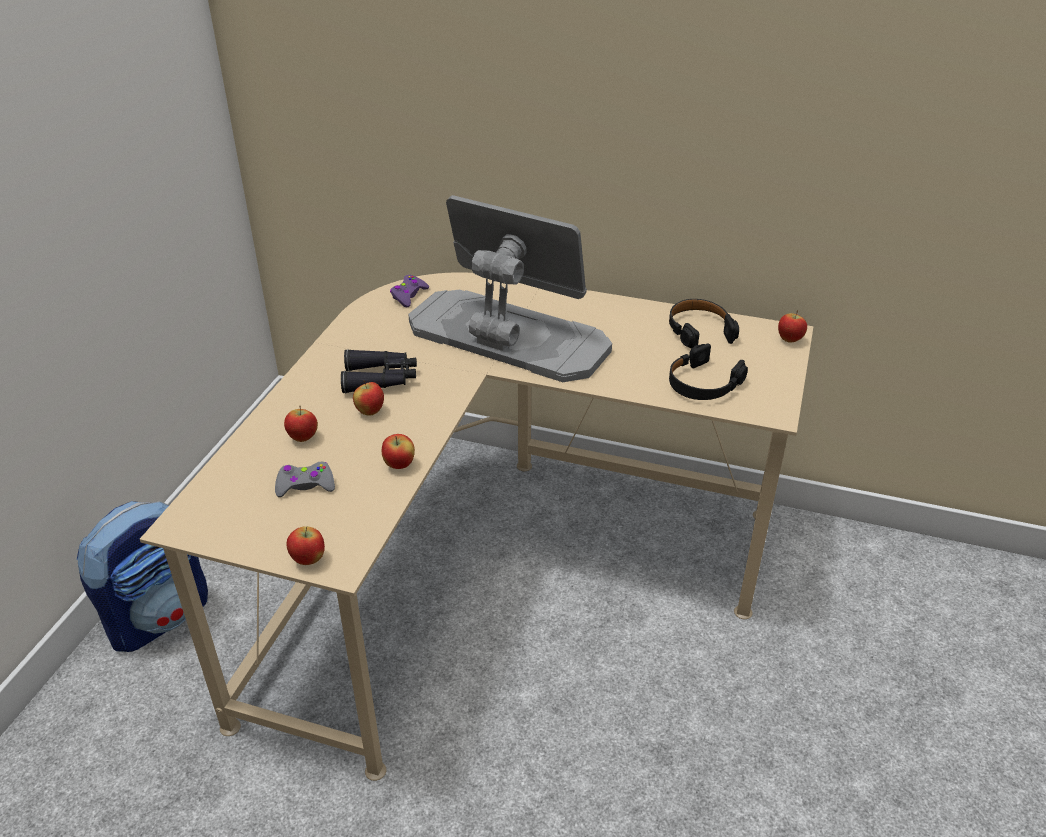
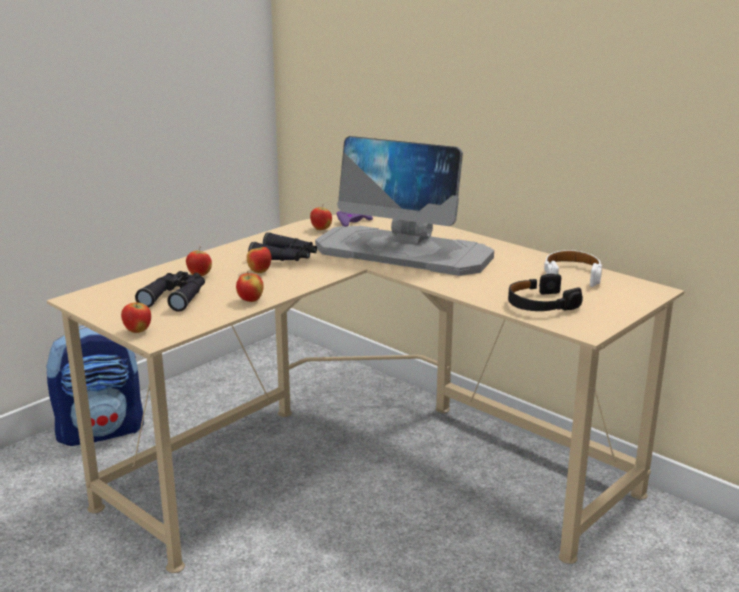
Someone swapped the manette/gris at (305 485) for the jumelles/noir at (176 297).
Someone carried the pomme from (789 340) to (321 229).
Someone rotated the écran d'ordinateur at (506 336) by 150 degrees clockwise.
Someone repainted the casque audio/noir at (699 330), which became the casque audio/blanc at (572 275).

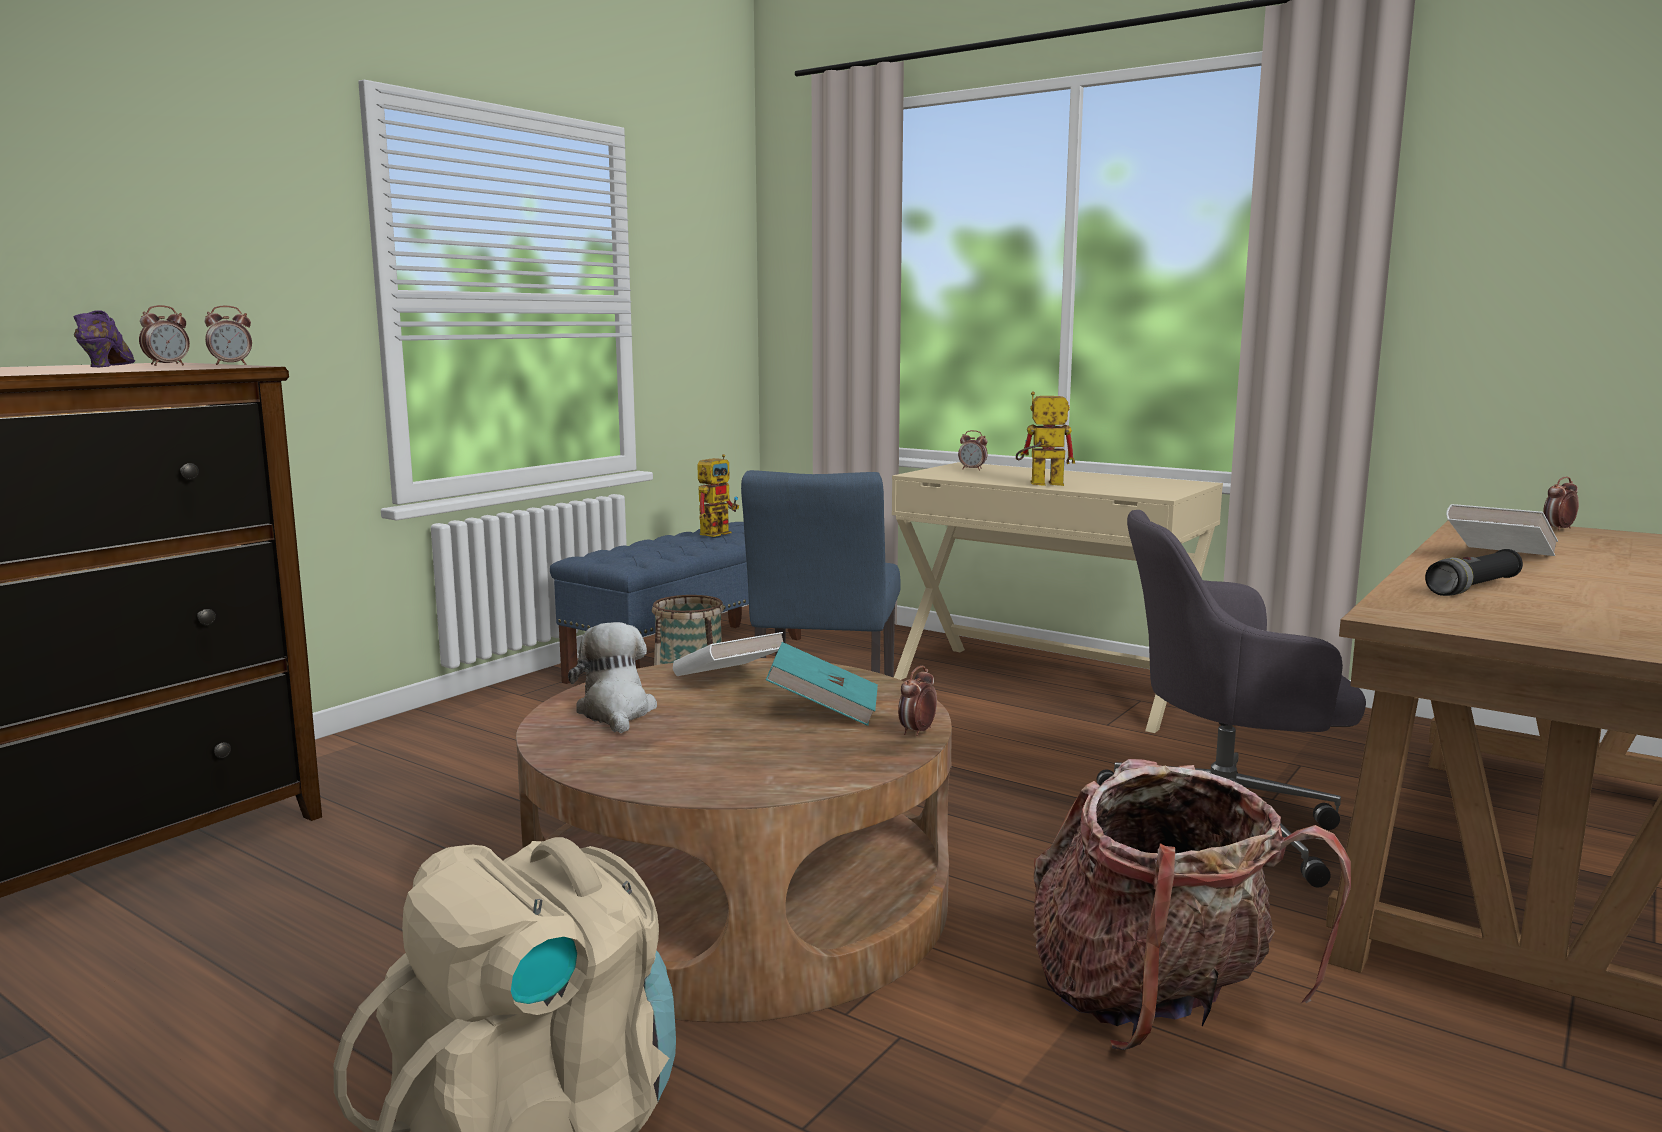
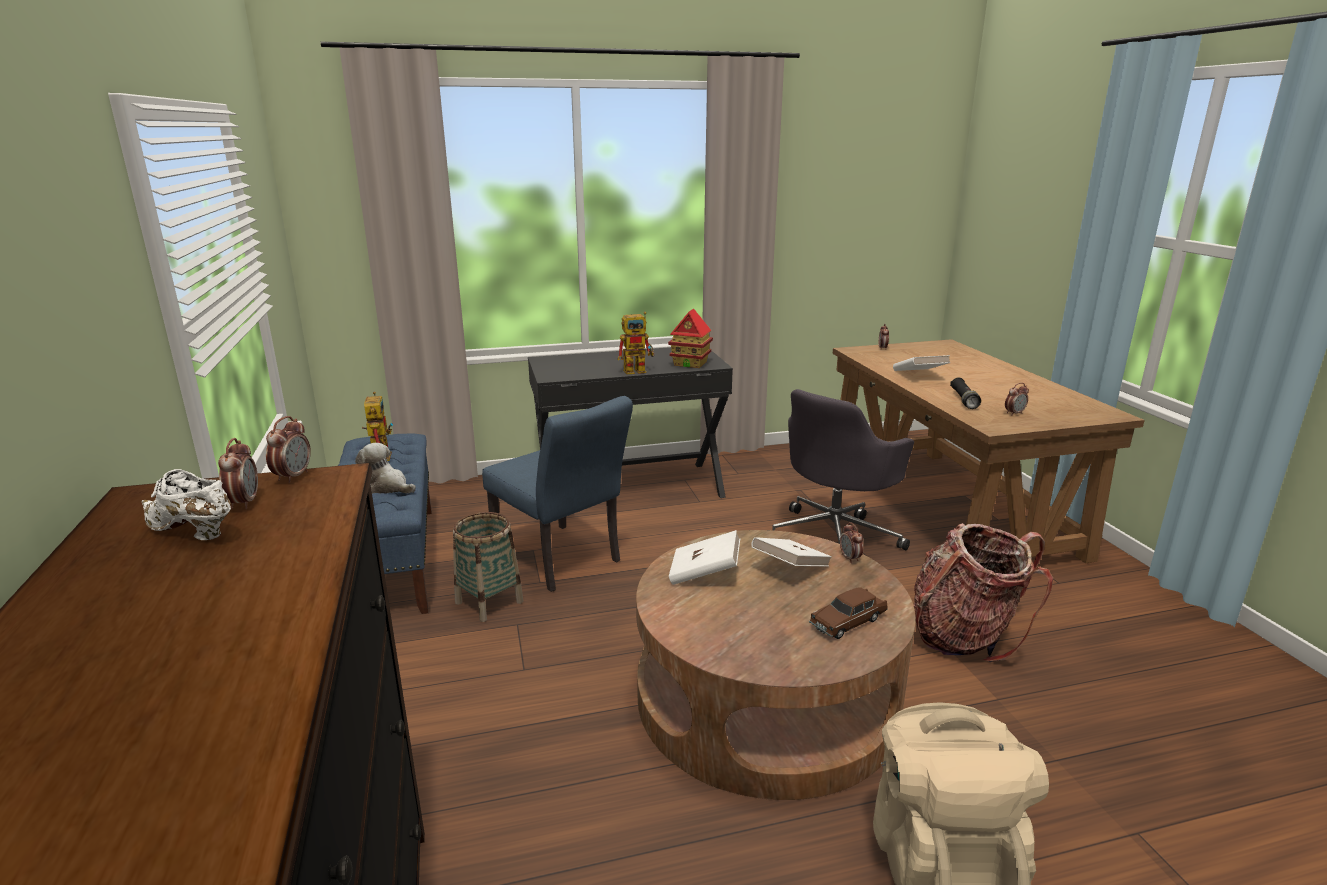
Someone repainted the chaussure/violet at (106 366), which became the chaussure/blanc at (190 531).
Someone carried the peluche from (616 712) to (387 487).
Someone repainted the bureau/beige at (1046 685), which became the bureau/noir at (630 488).
Someone rotated the robot jouet at (1039 484) by 150 degrees counterclockwise.
Someone put down the maison miniature at (690 363).
Someone repainted the livre/turquoise at (823 710), which became the livre/blanc at (790 567).
Someone put down the petite voiture/marron at (848 622).
Someone carried the réveil from (972 469) to (1014 413).

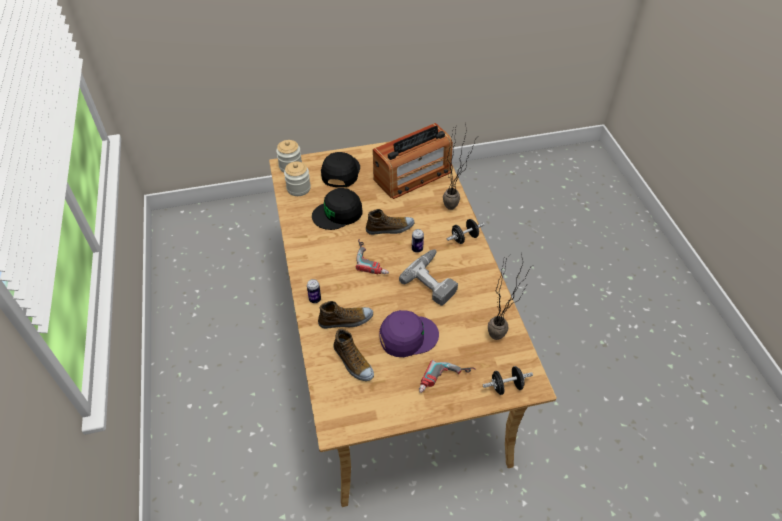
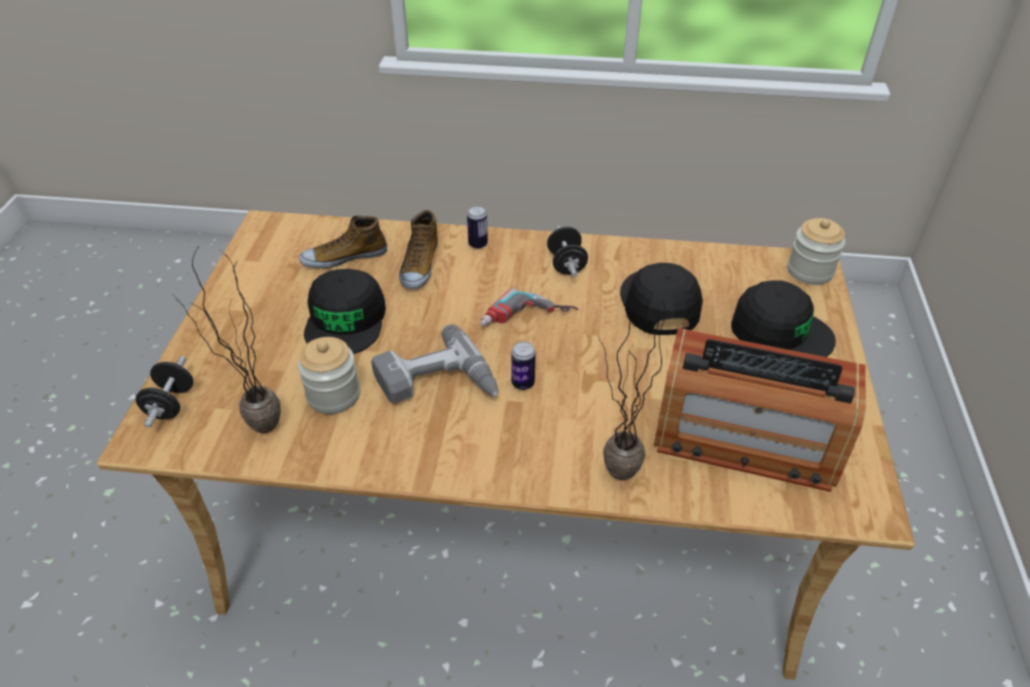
Someone carried the bocal from (298 188) to (333 395).
Someone repainted the casquette/violet at (407 336), which became the casquette/noir at (346 320).
Someone carried the haltère/noir from (464 238) to (566 264).
Someone rotated the radio at (412 176) by 60 degrees counterclockwise.
Someone took away the chaussure at (390 228).
Someone took away the perceuse at (446 382).

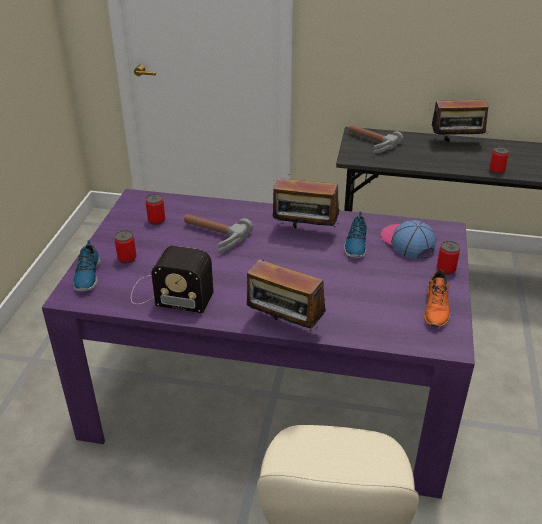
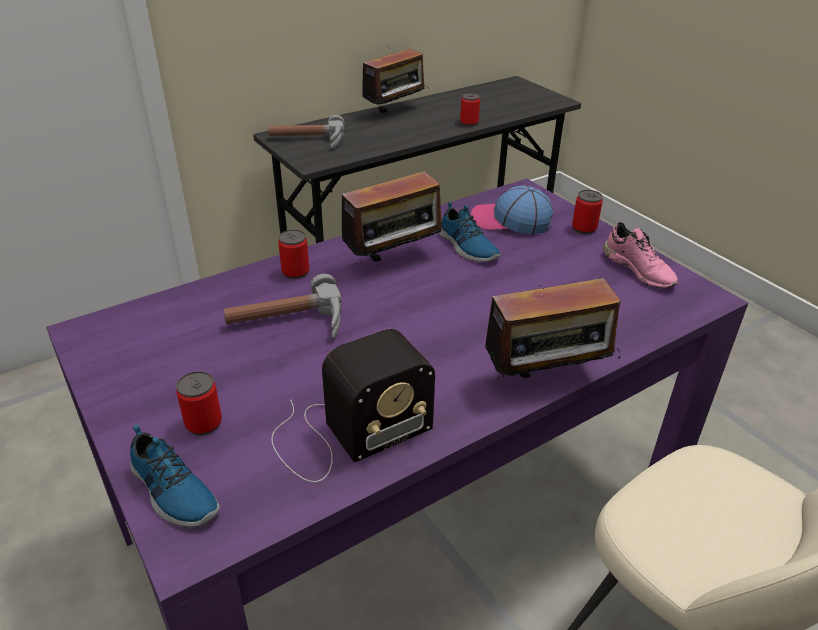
Someone carried the boîte métallique from (156 220) to (295 272).
Someone repainted the chaussure/orange at (436 309), which became the chaussure/rose at (639 270).

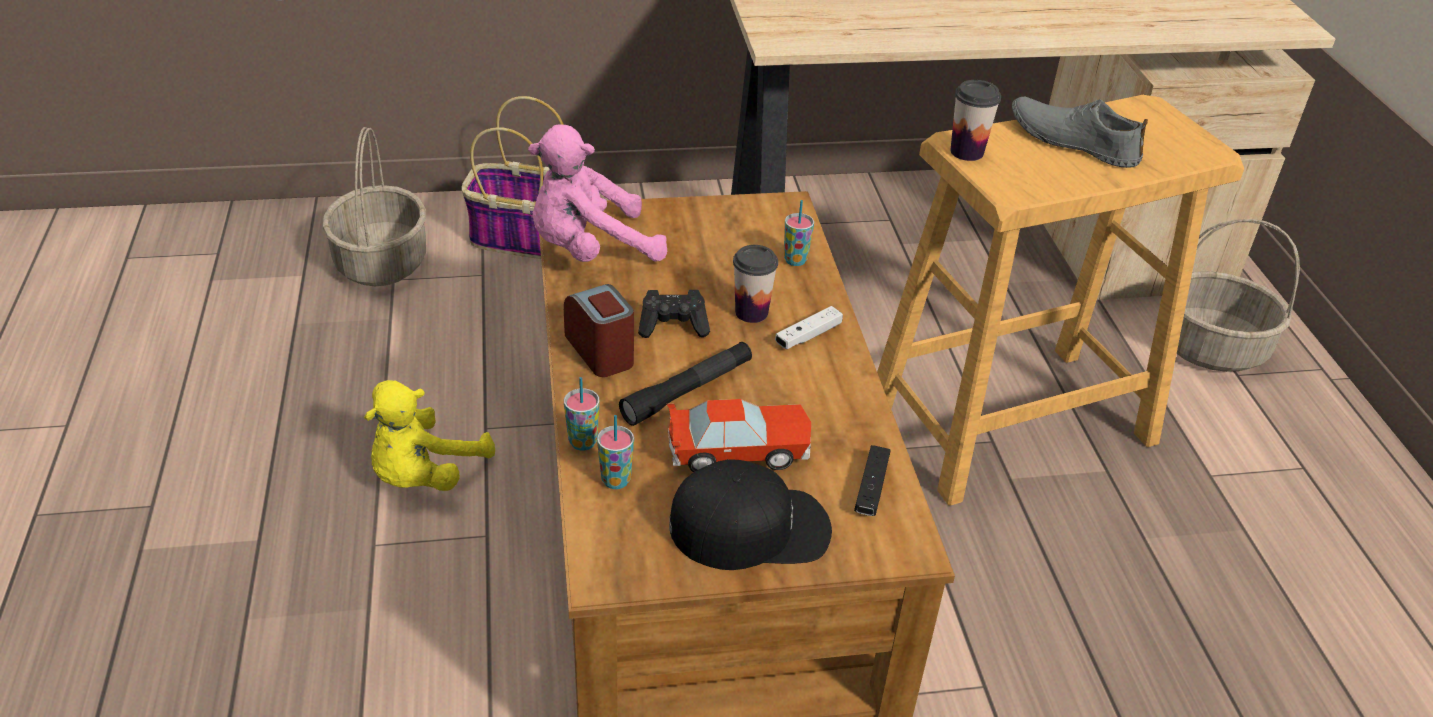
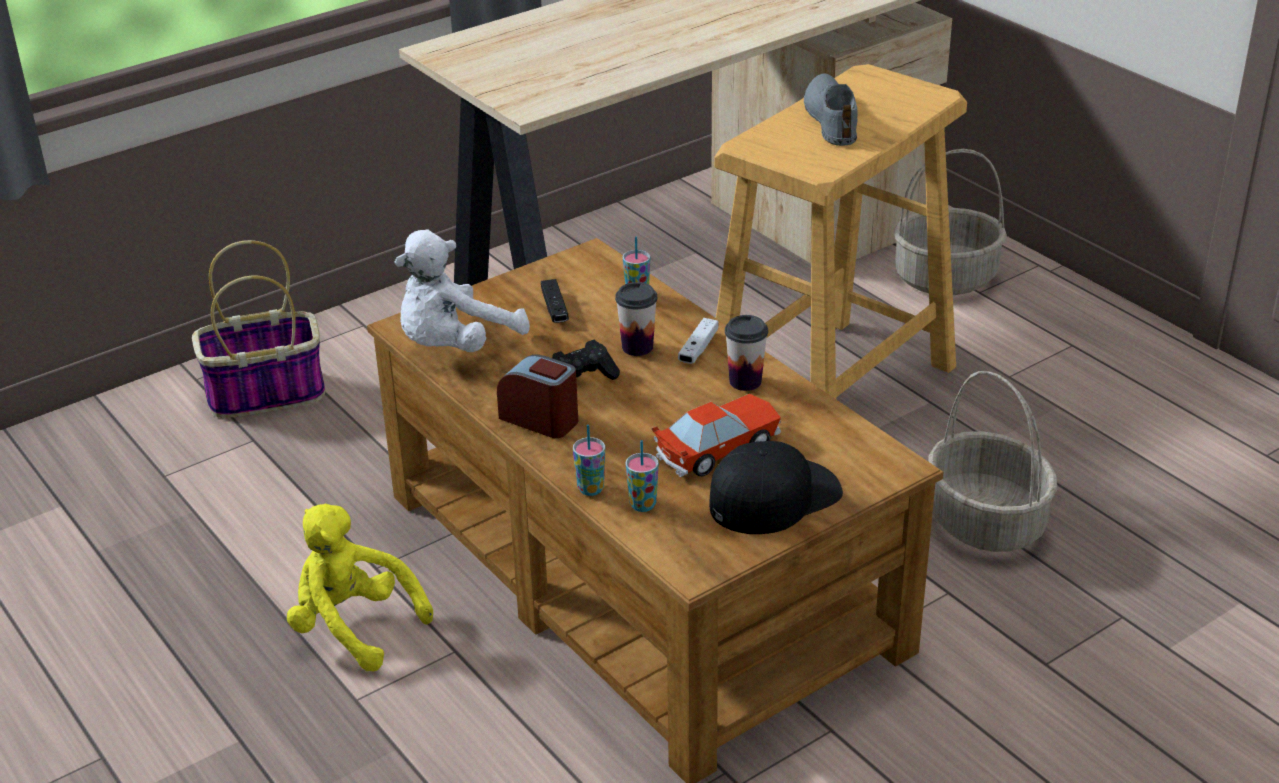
Someone rotated the peluche/jaune at (425 475) by 120 degrees clockwise.
Someone repainted the peluche/rose at (590 250), which became the peluche/blanc at (455 346).
Someone carried the manette/noir from (871 488) to (554 308).
Someone carried the tasse from (967 152) to (745 381).
Someone rotated the chaussure/gris at (1072 141) by 75 degrees clockwise.
Someone carried the panier from (381 262) to (984 522).
Someone took away the lampe de poche/noir at (687 391).

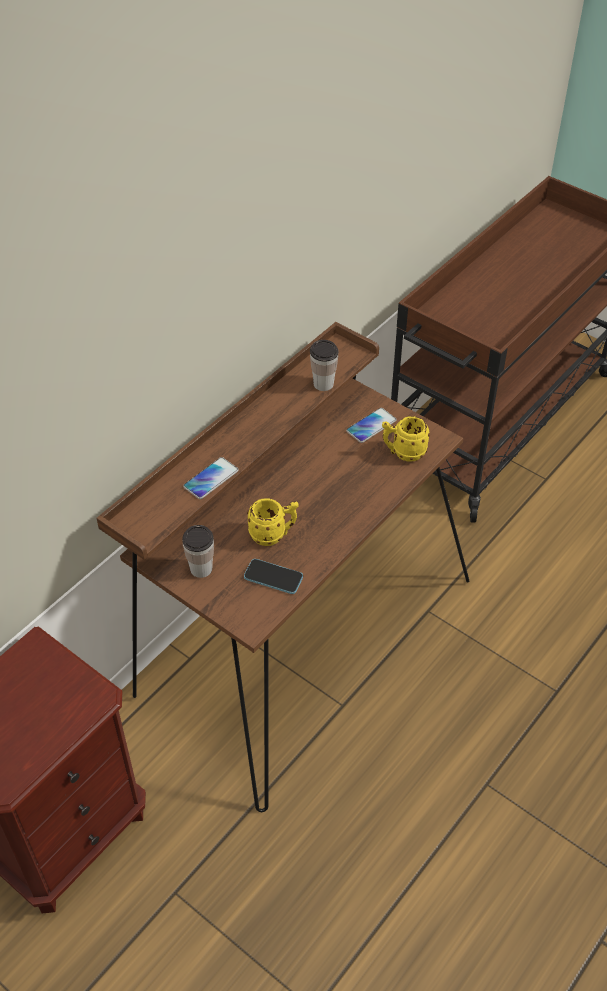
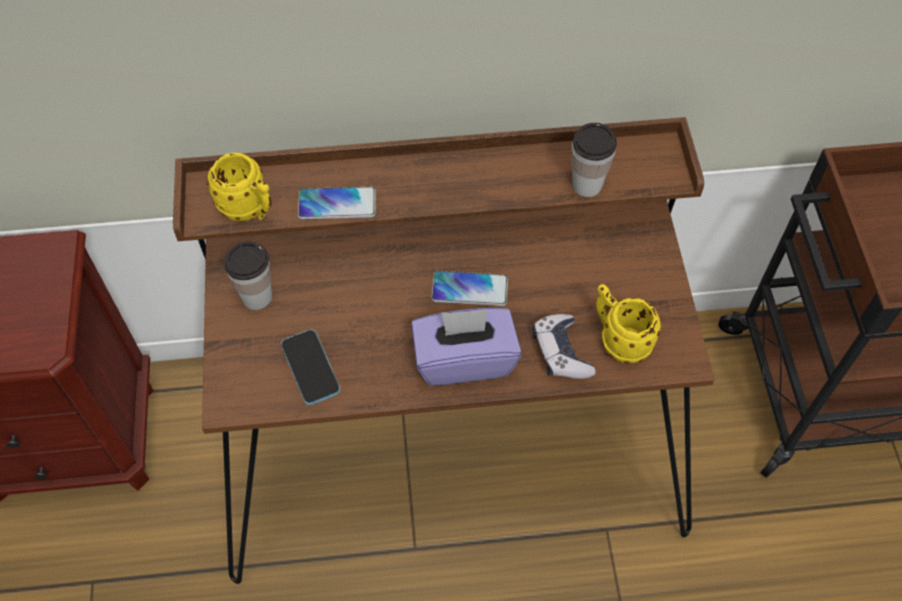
Someone carried the mug/jaune from (273 534) to (250 210).
Someone put down the boîte à mouchoirs/violet at (464 359).
Someone carried the téléphone from (371 426) to (469 289).
Someone put down the manette at (561 352).

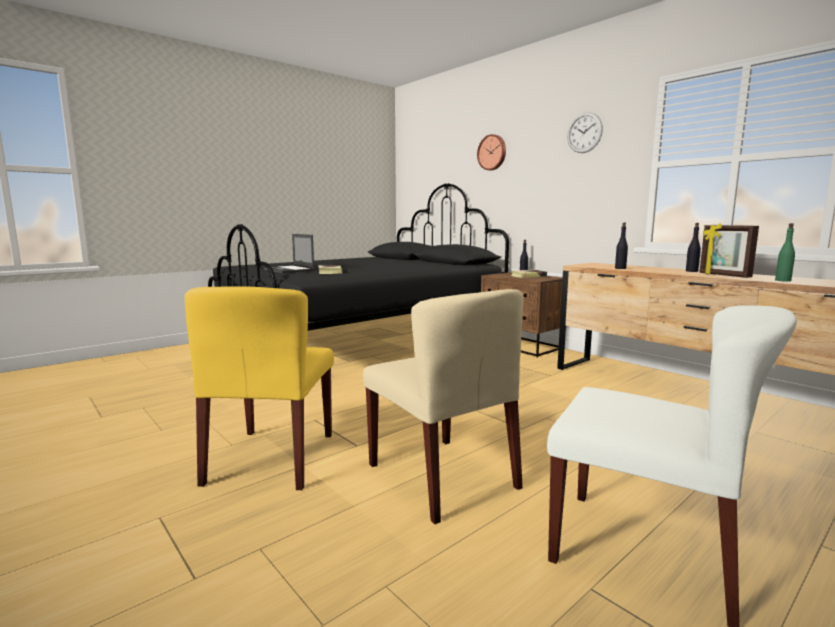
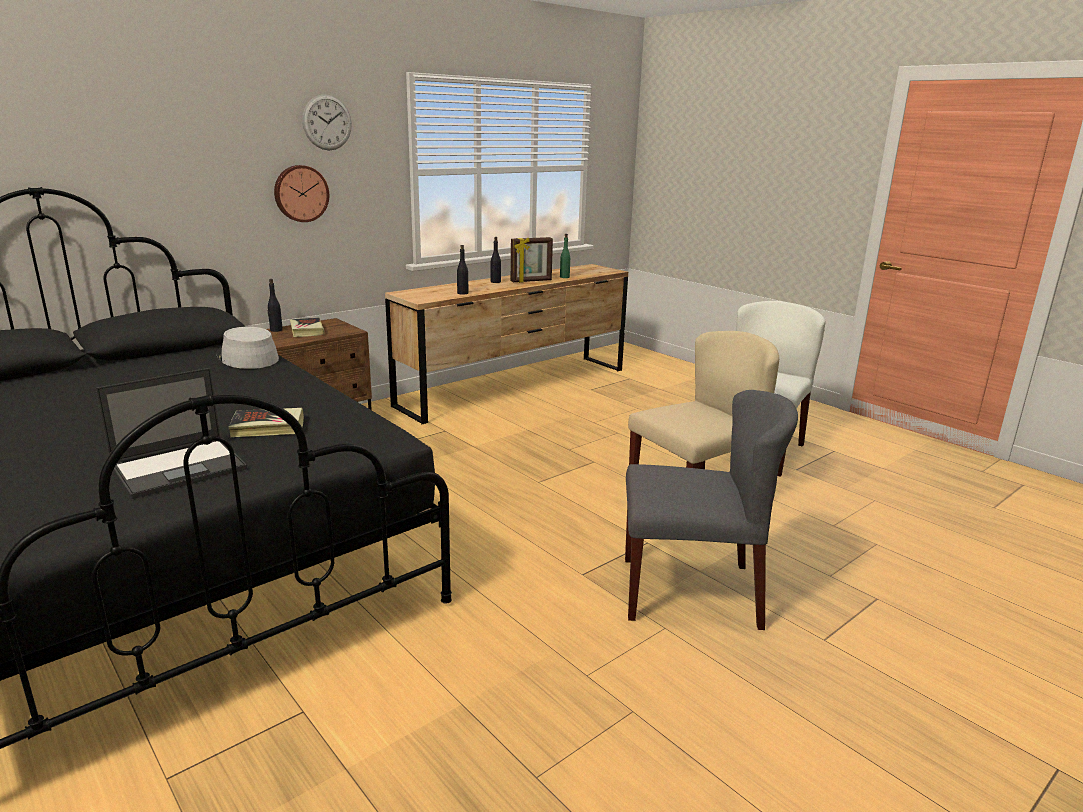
Someone put down the chapeau/gris at (247 358).
Someone carried the horloge murale from (492 152) to (300 193).
Someone repainted the chaise/jaune at (272 458), which became the chaise/gris at (691 591).

